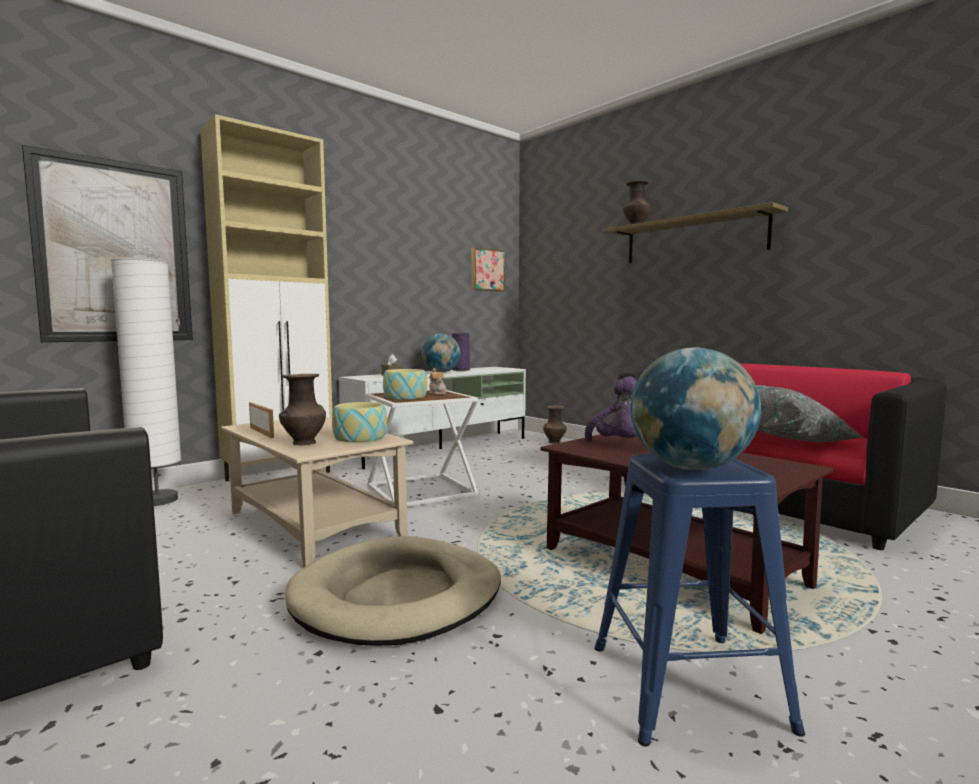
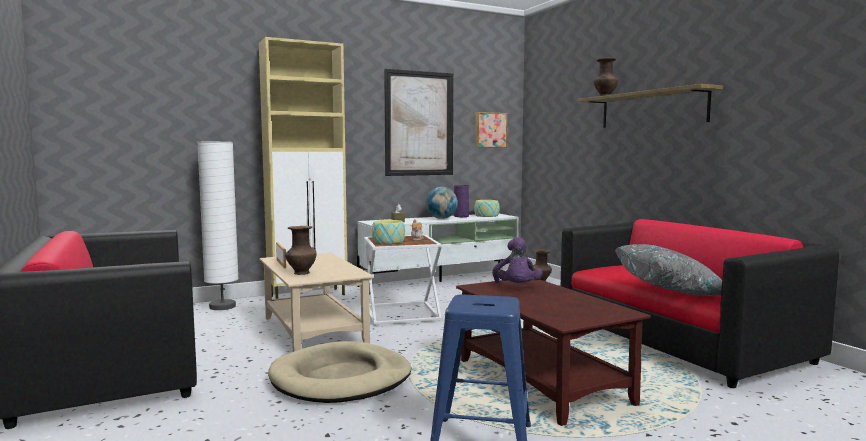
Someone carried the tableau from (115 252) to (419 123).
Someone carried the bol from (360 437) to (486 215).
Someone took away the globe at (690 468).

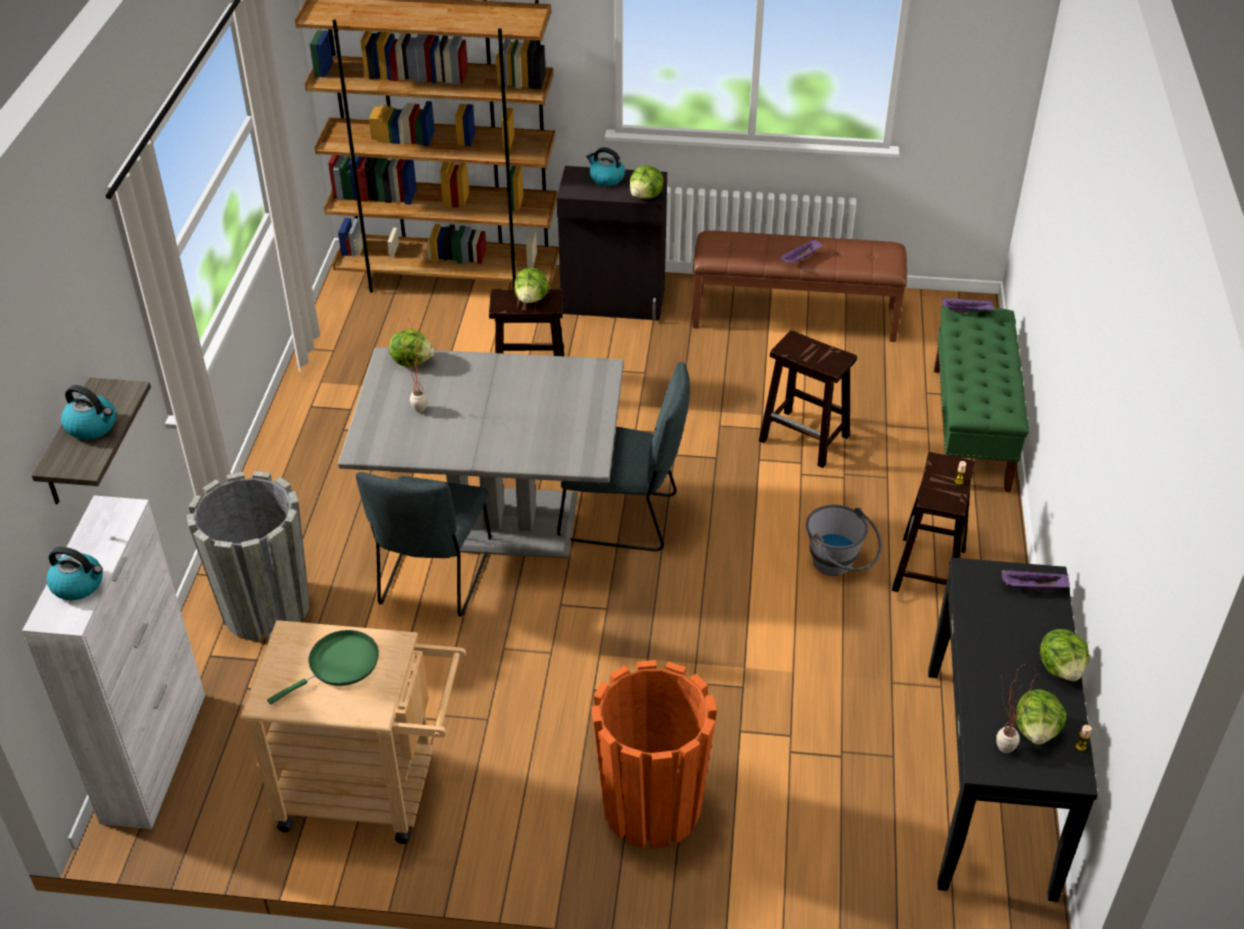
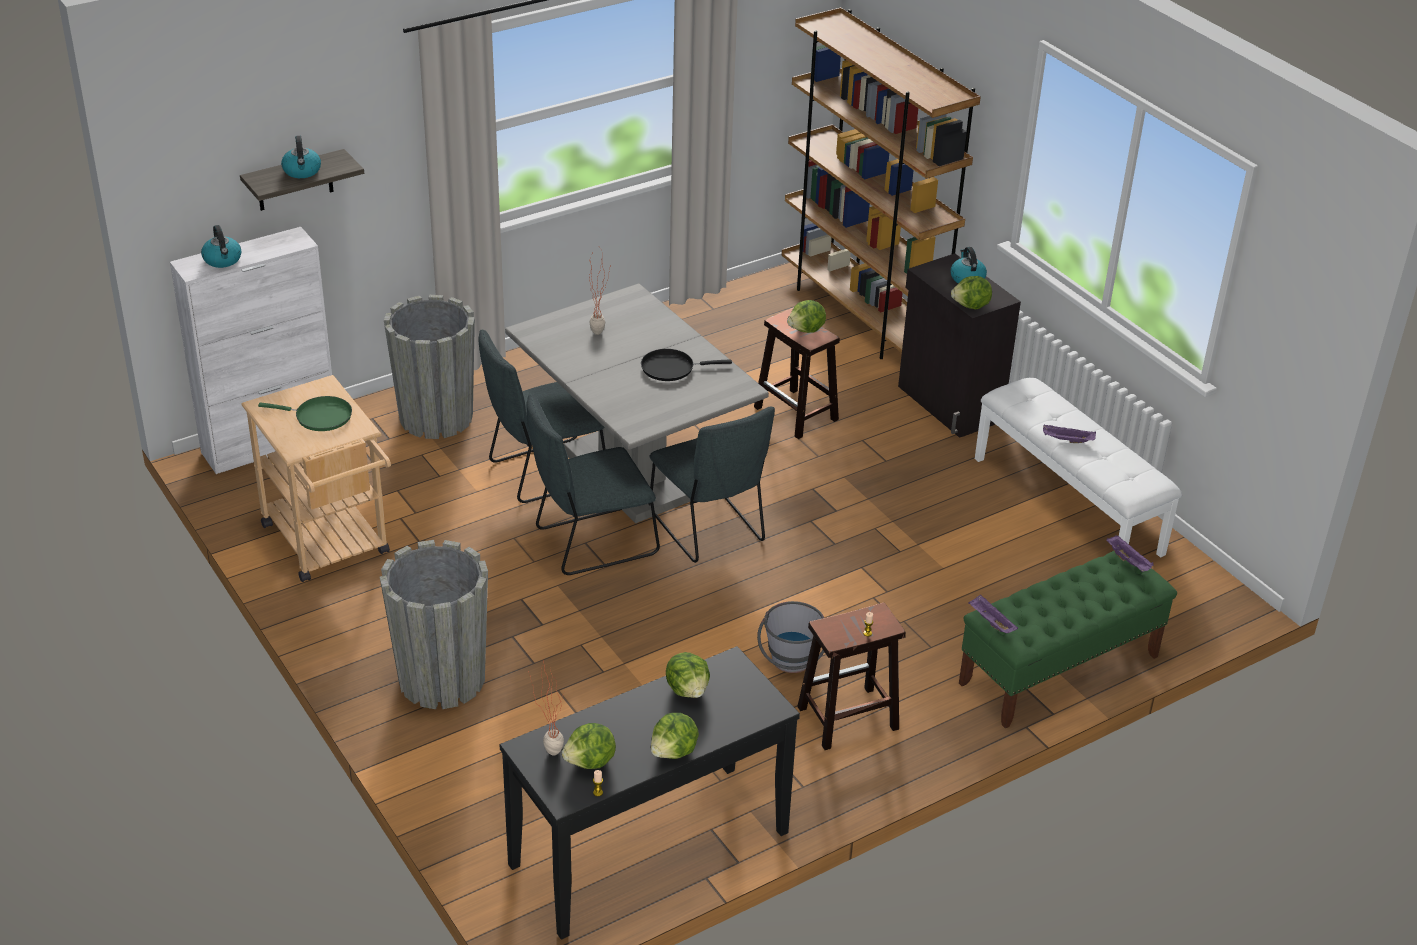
Someone repainted the cache-pot/orange at (651 807), which became the cache-pot/gris at (441 679).
Someone put down the chaise/gris at (591 543).
Someone put down the poêle/noir at (671 368).
Someone carried the laitue from (412 361) to (688 690).
Someone carried the plateau/violet from (1032 587) to (990 622).
Someone repainted the banc/marron at (795 316), which became the banc/blanc at (1068 505).
Someone took away the tabouret/marron at (805 439).

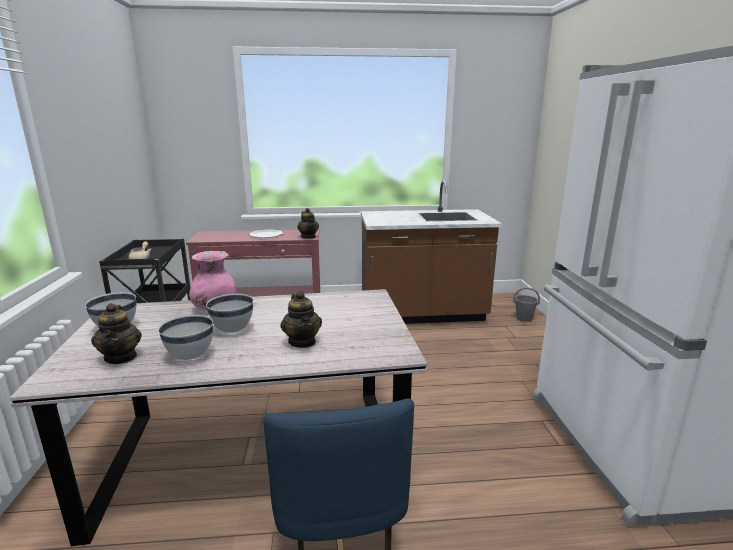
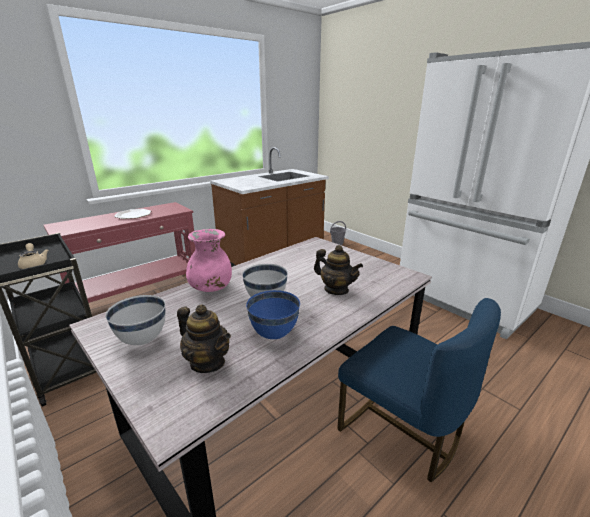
Someone repainted the bol/blanc at (190 357), which became the bol/bleu at (274 334).
Someone took away the théière at (308 237).

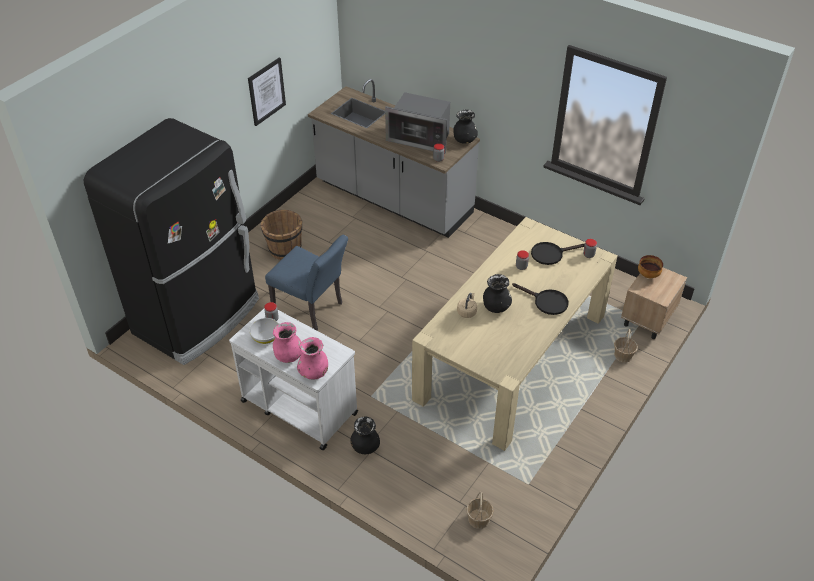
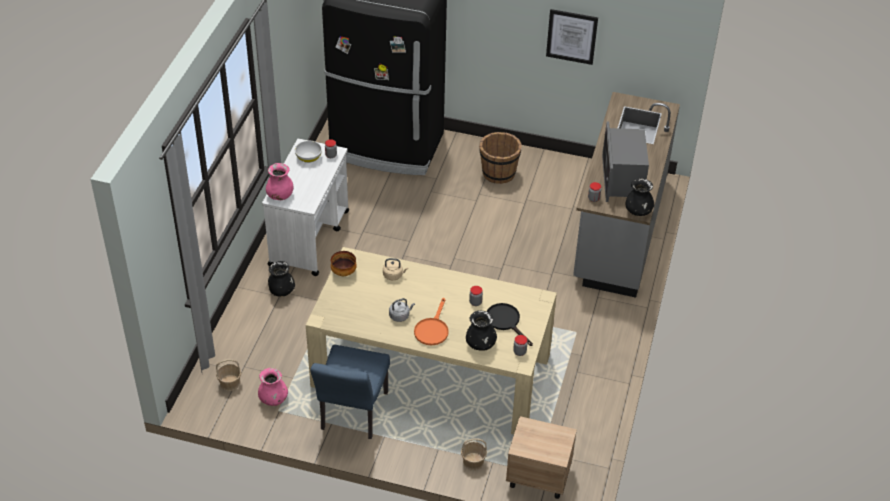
Someone carried the vase/rose from (288 356) to (273 399).
Someone carried the chaise/bleu from (312 309) to (352 415).
Someone carried the bol from (647 275) to (344 272).
Someone put down the bouilloire/gris at (400 316).
Someone repainted the poêle/noir at (546 302), which became the poêle/orange at (432 329).
Someone carried the vase/noir from (496 307) to (480 344).

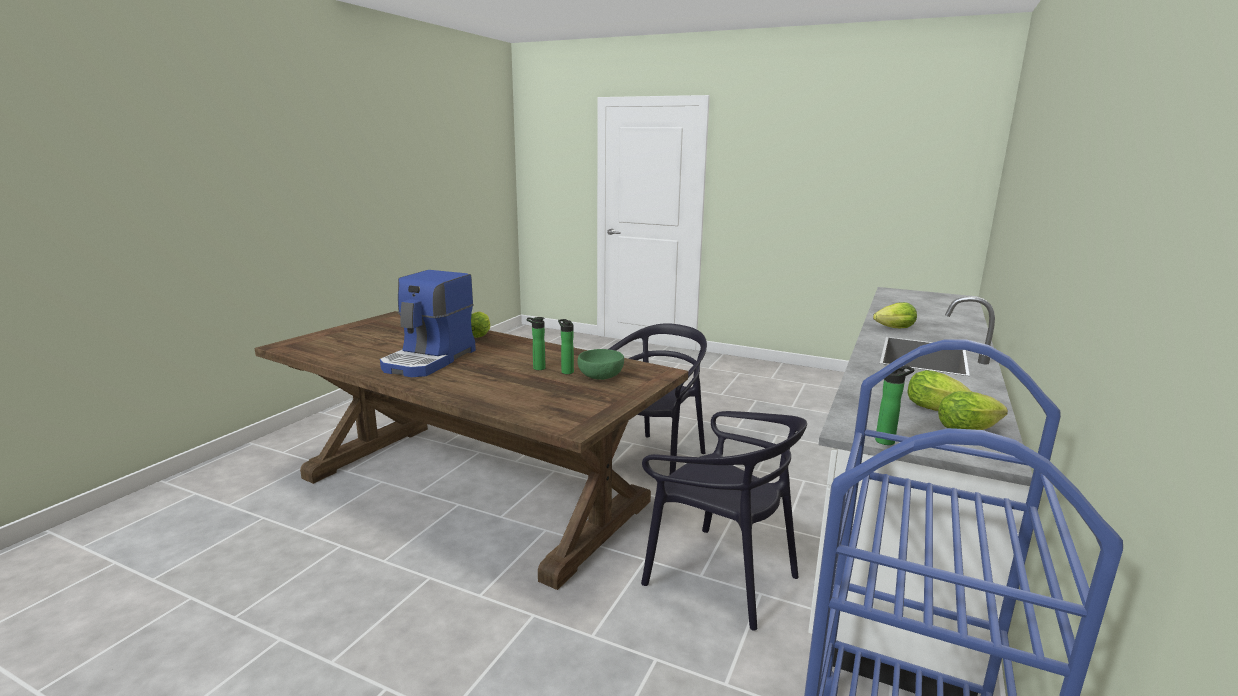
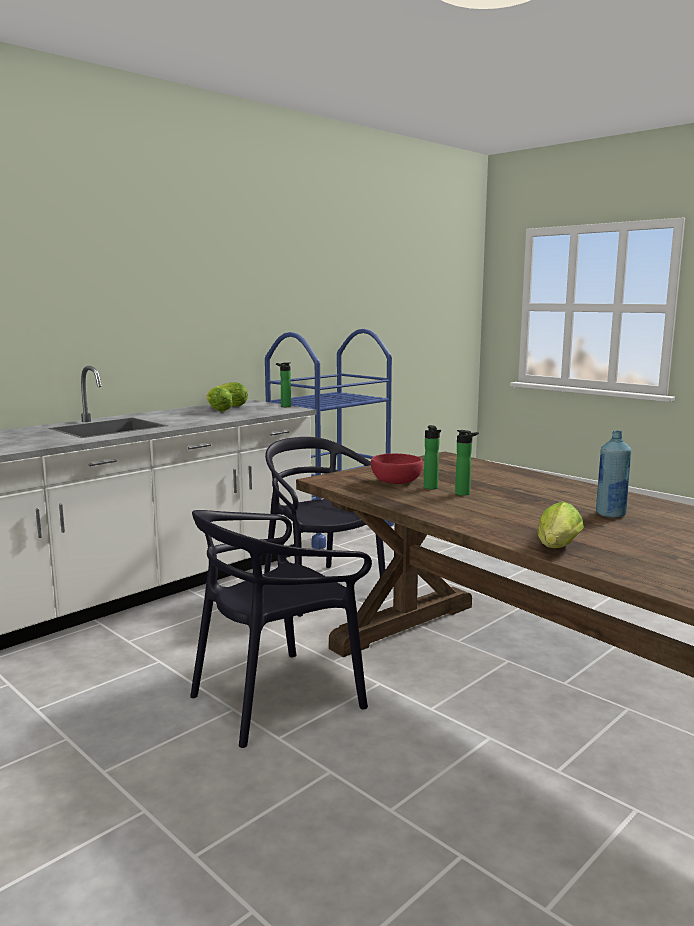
Someone repainted the bol/vert at (601 375), which became the bol/rouge at (395 482).
Someone swapped the machine à café at (430 360) for the bouteille/bleu at (610 514).
Someone took away the laitue at (892 328).

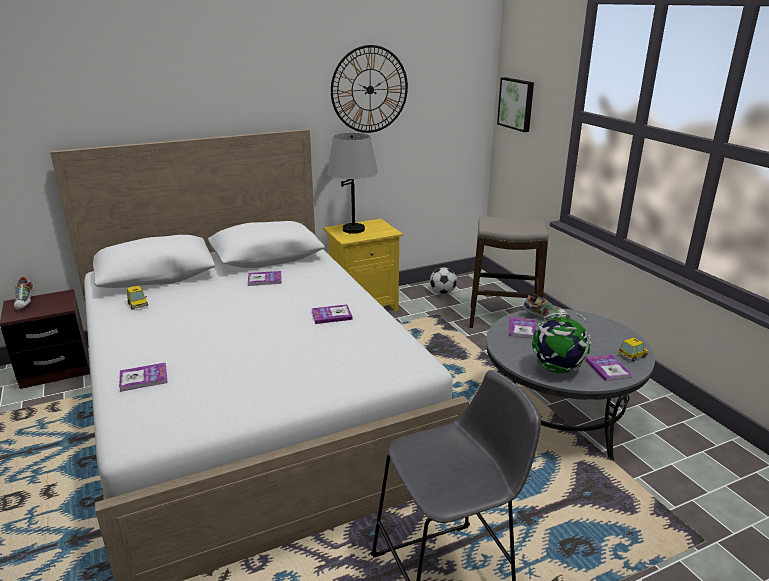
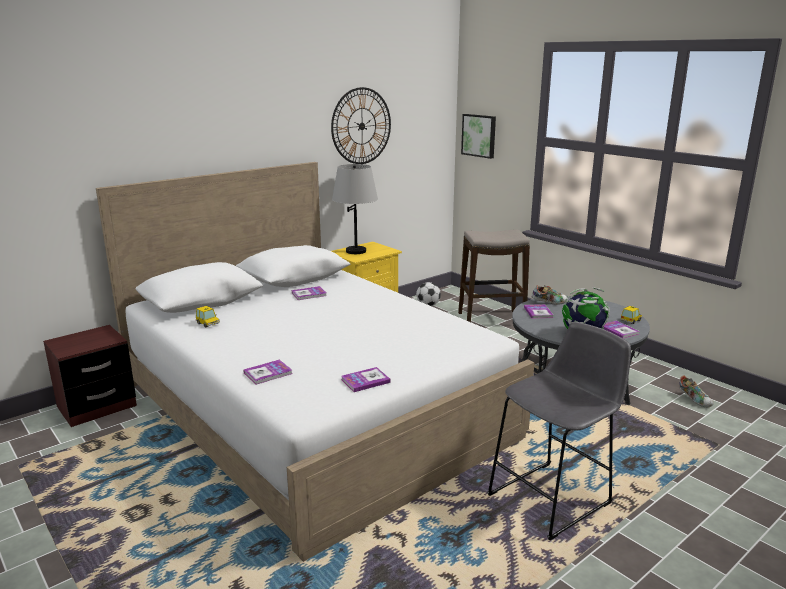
Someone carried the livre from (331 315) to (365 381).
Someone carried the chaussure from (26 303) to (694 400).

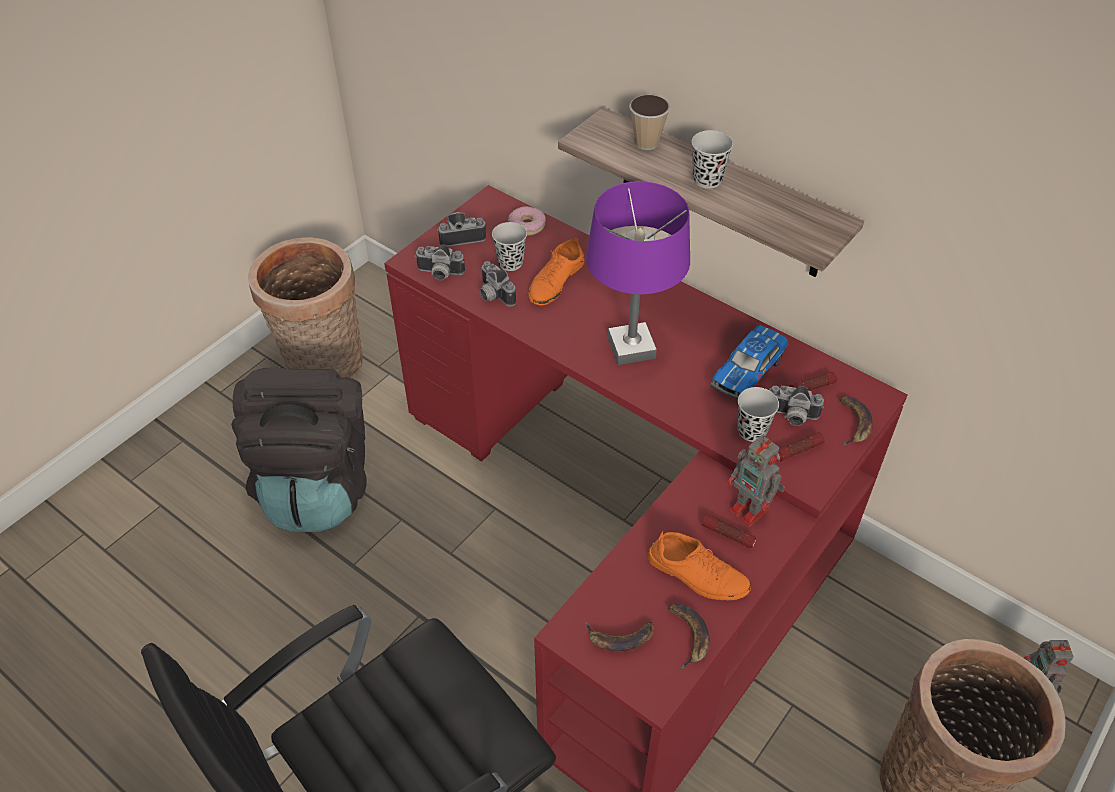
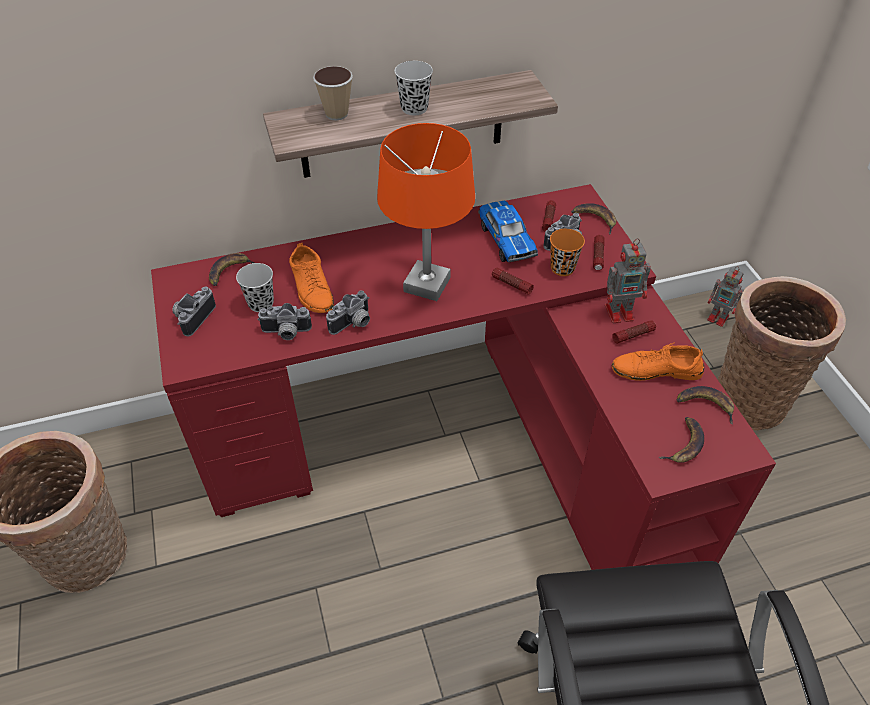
Someone swapped the beignet at (527 225) for the banane at (229 272).
Someone carried the appareil photo from (439 274) to (353 324).
Someone repainted the lampe de table/violet at (630 348), which became the lampe de table/orange at (427 285).
Someone put down the lampe de poche at (511 284).
Someone repainted the tasse/noir at (752 431), which became the tasse/orange at (562 268).
Someone rotated the chaussure/orange at (697 574) by 150 degrees counterclockwise.
Someone took away the sac à dos/noir at (317 485).

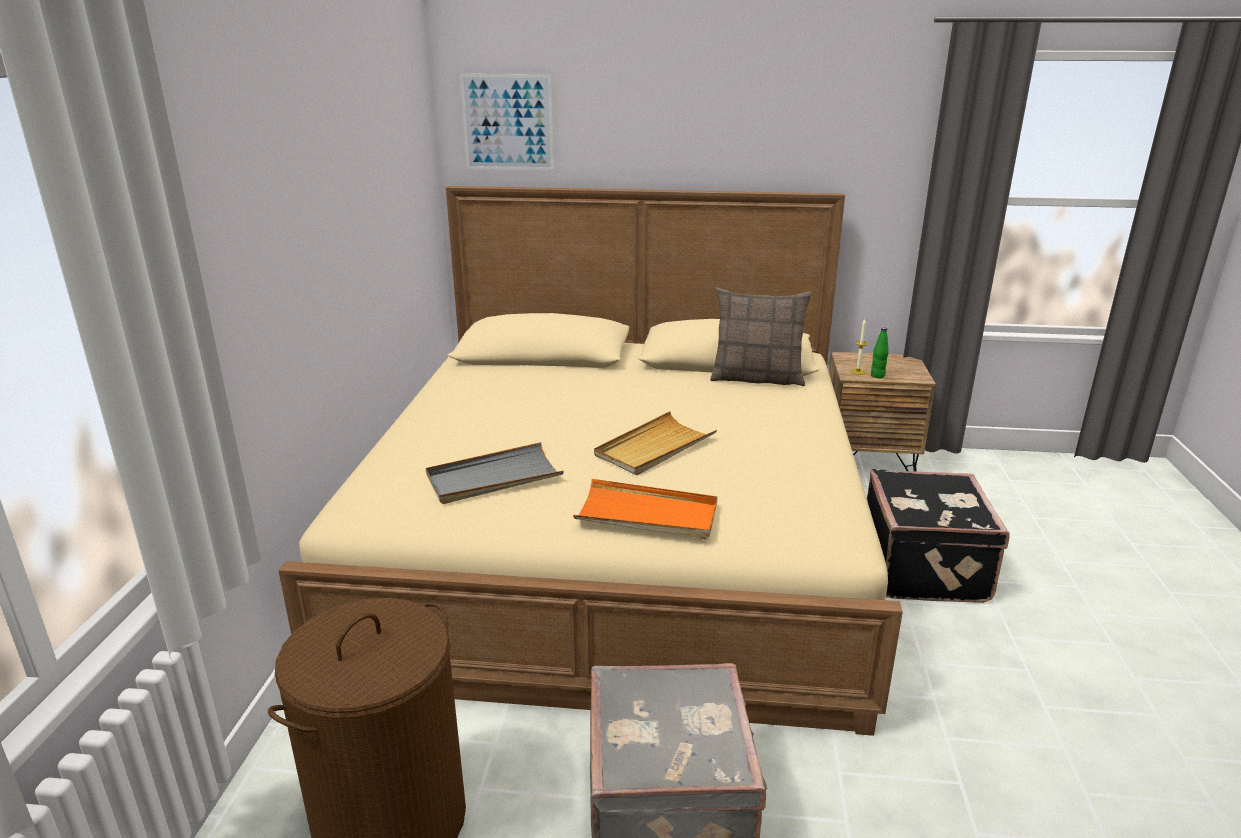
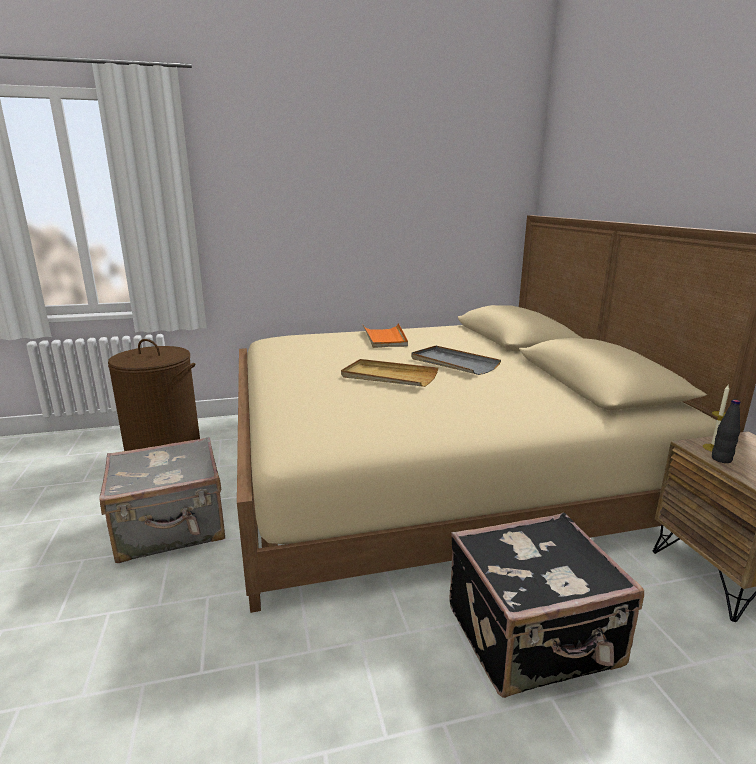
Someone carried the plateau/orange from (647 514) to (385 338).
Someone carried the plateau/gris from (493 478) to (453 363).
Someone repainted the bouteille/vert at (877 375), which became the bouteille/noir at (721 459).
Someone took away the tableau at (507 122).
Someone took away the coussin at (757 378).

